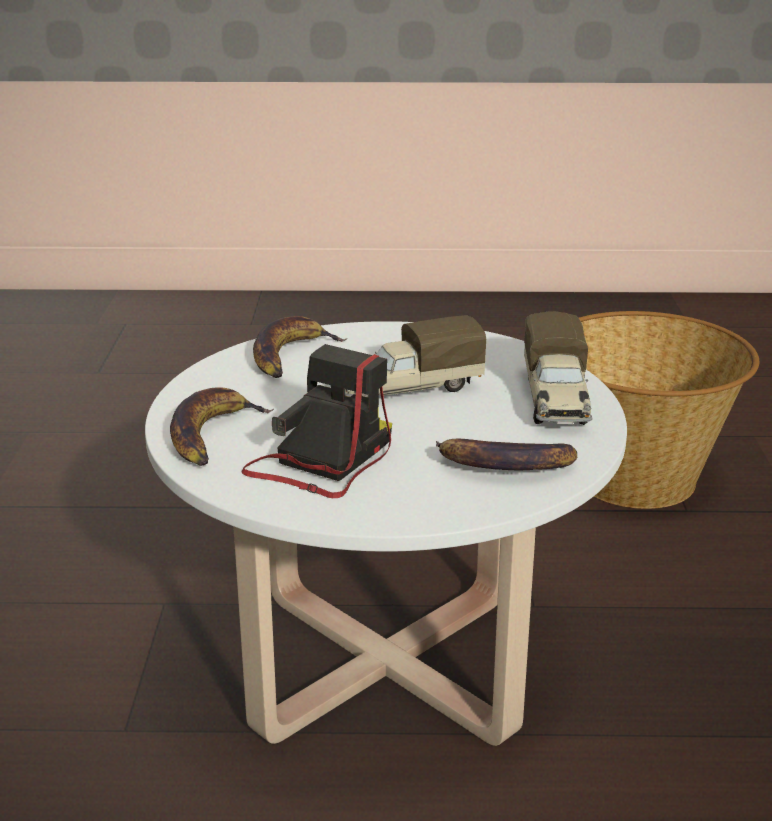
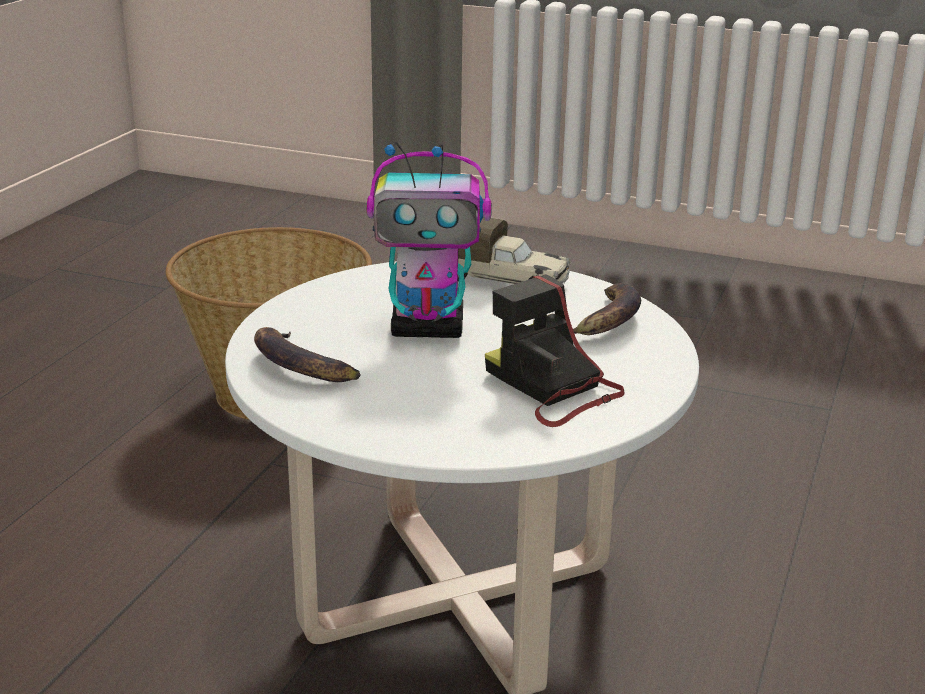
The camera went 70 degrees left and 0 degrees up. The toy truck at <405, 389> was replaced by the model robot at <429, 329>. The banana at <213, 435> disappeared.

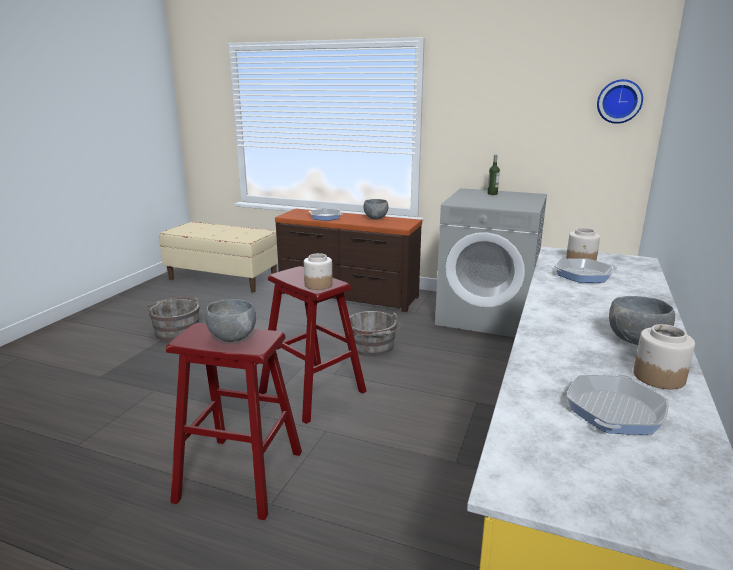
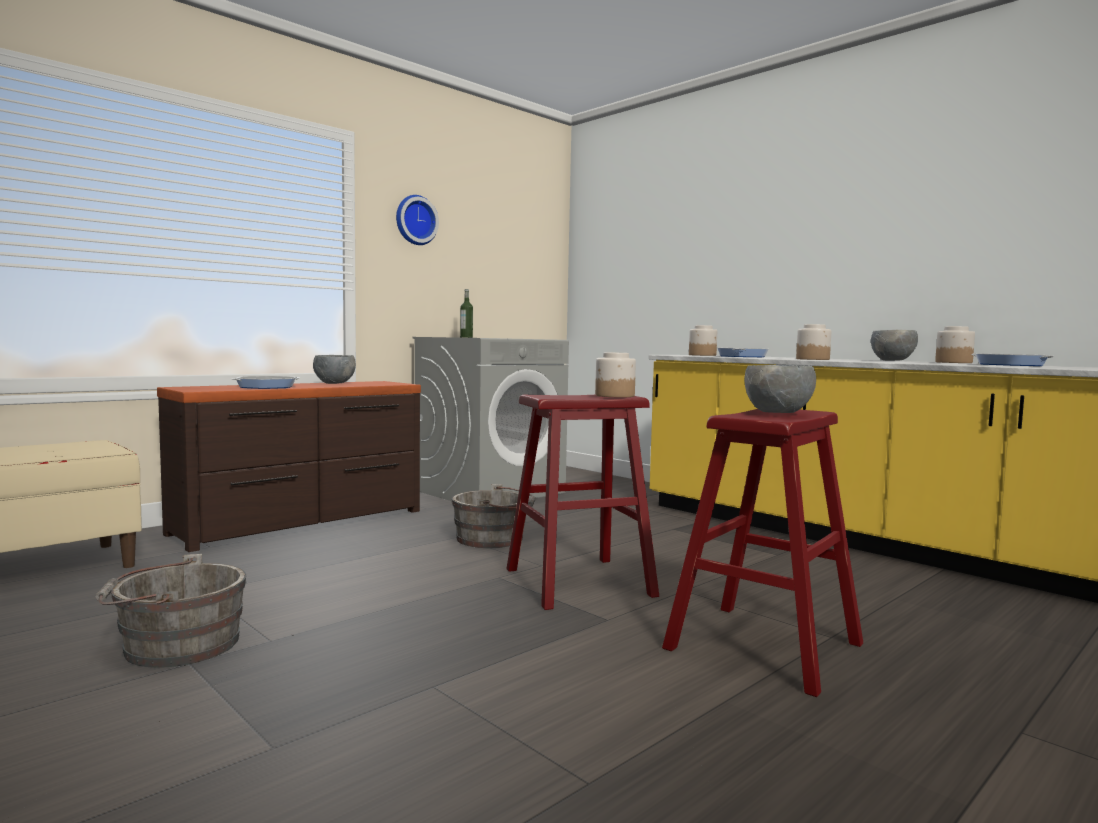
The camera went 65 degrees left and 15 degrees down. The clock on the wall moved from <619, 101> to <415, 220>. The storage jar at <812, 359> appeared.

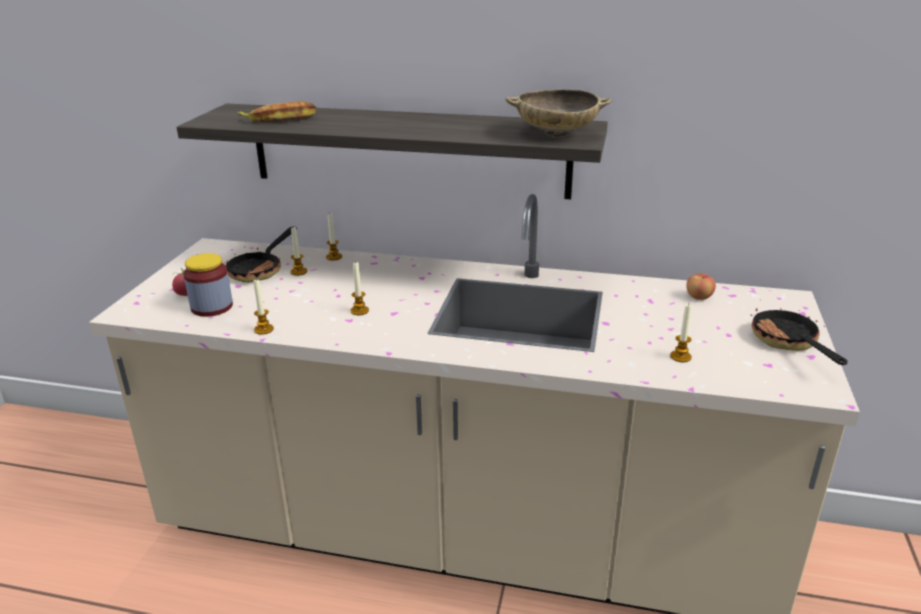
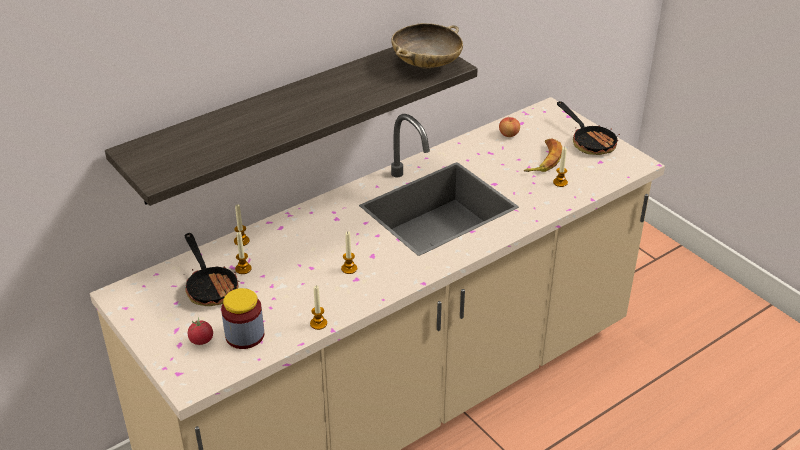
The camera went 50 degrees left and 10 degrees up. The banana moved from <280, 119> to <543, 160>. The pan at <788, 343> turned 150 degrees counterclockwise.

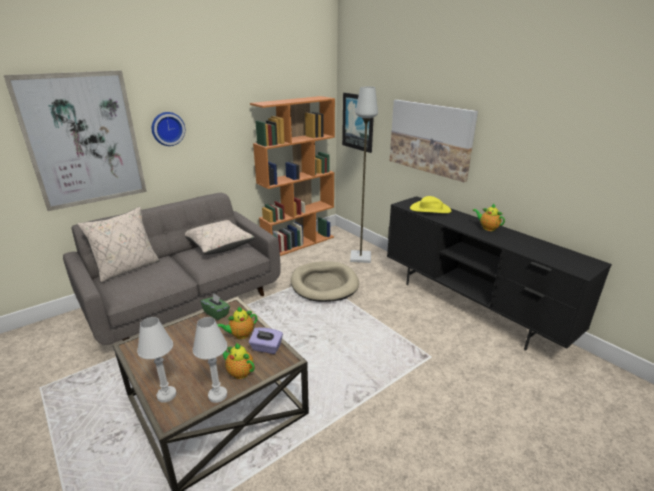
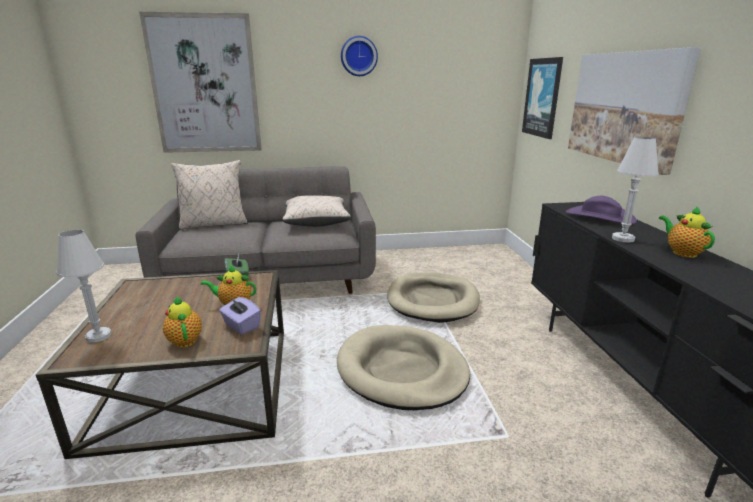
The camera went 30 degrees right and 5 degrees down. The grey standard lamp at <360, 257> disappeared. The orangey shelving unit at <298, 243> disappeared. The clock on the wall moved from <167, 128> to <358, 56>. The yellow-coloured clothing hat at <430, 209> became the purple clothing hat at <599, 217>. The white table lamp moved from <217, 395> to <623, 238>. The beige dog cushion at <401, 371> appeared.

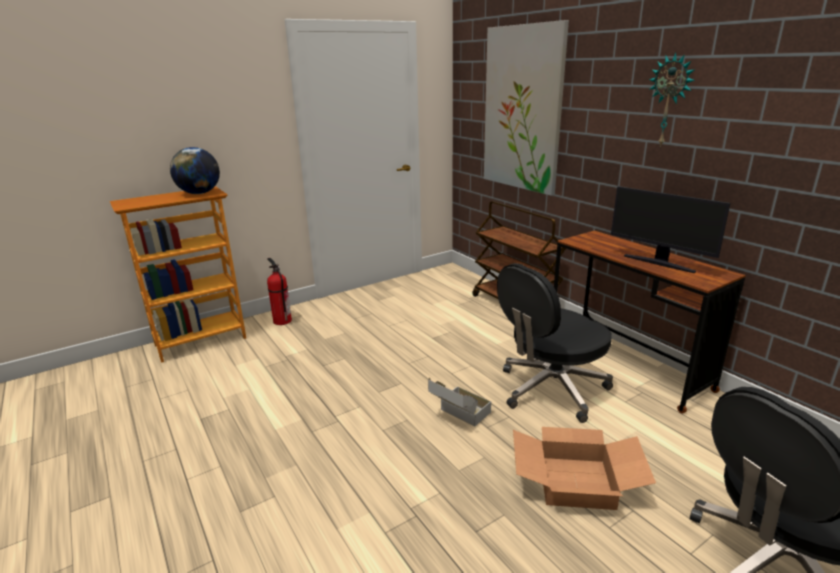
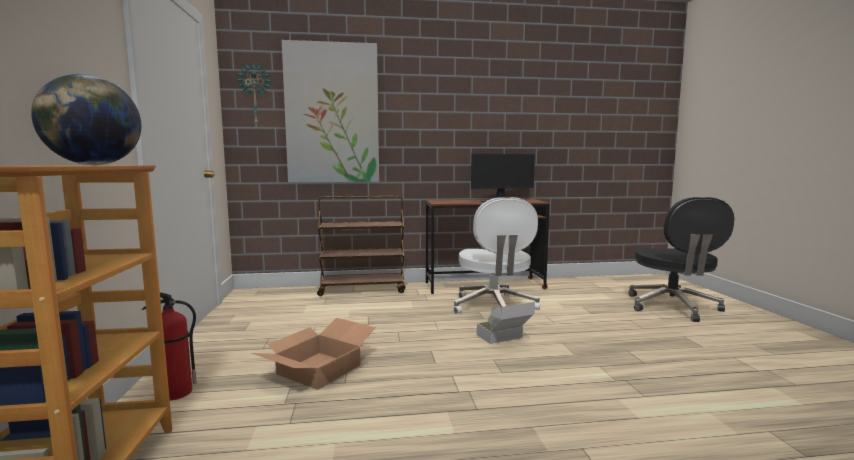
The camera went 65 degrees left and 15 degrees down. The clock on the wall moved from <670, 100> to <255, 95>. The blackish computer chair at <551, 389> became the white computer chair at <494, 307>. The packing box moved from <576, 481> to <319, 369>.

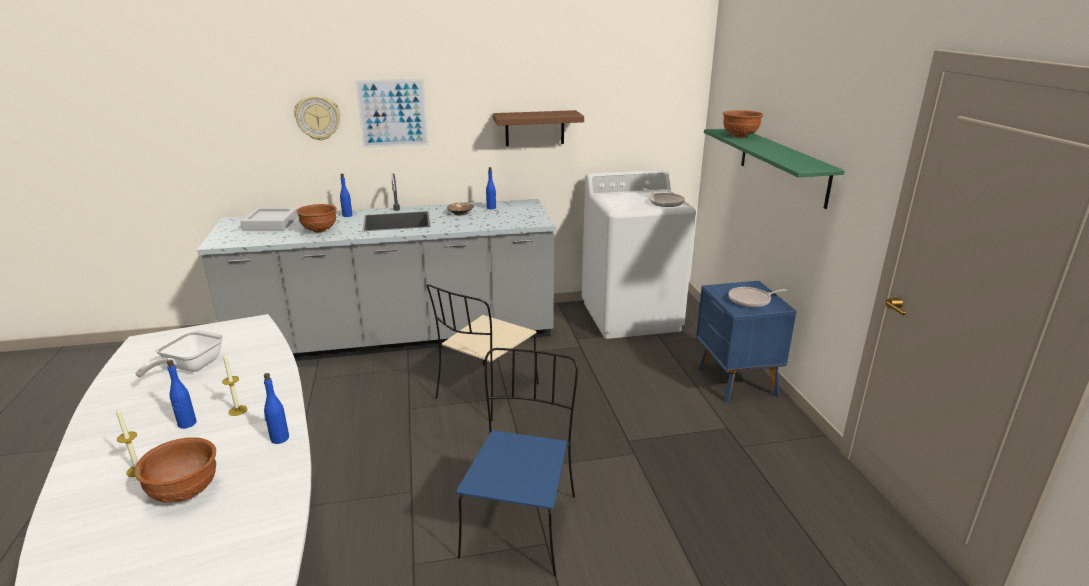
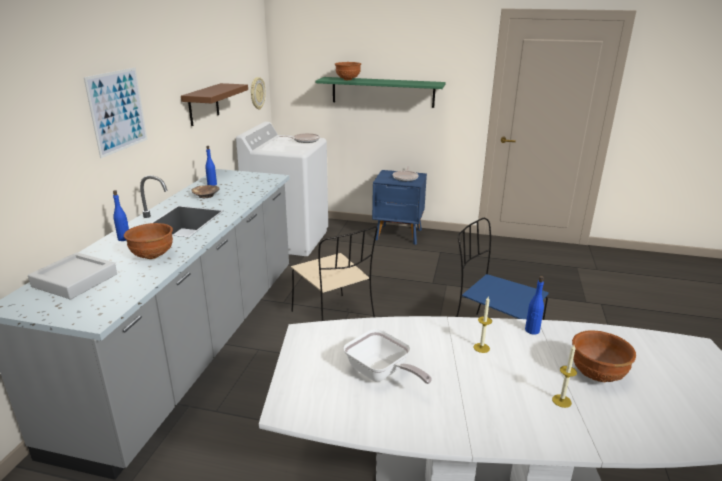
The camera went 65 degrees left and 0 degrees up. The clock on the wall moved from <318, 117> to <257, 93>. The blue beverage bottle at <187, 424> disappeared.

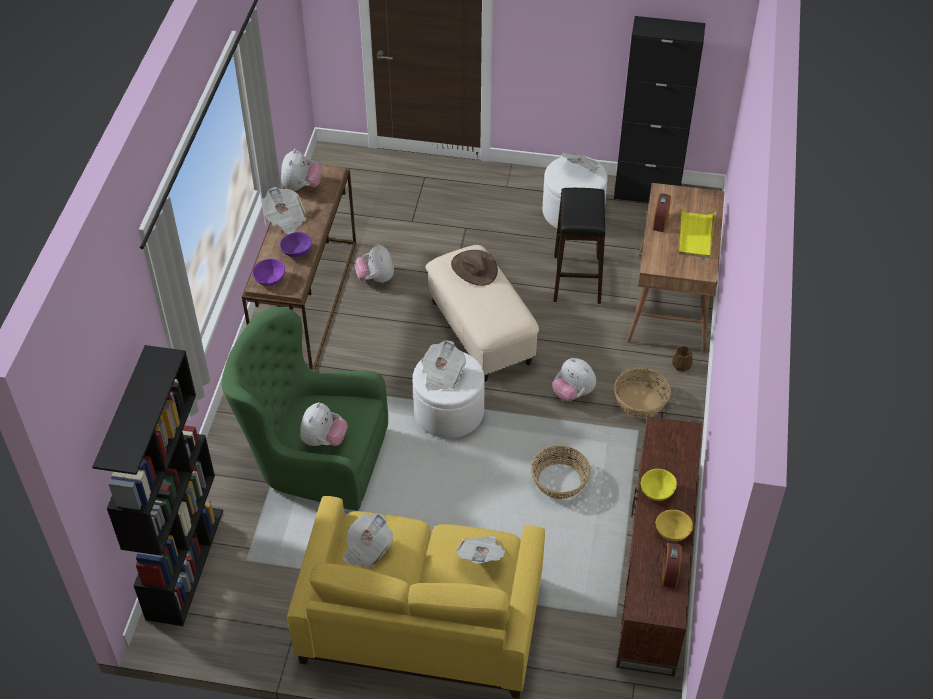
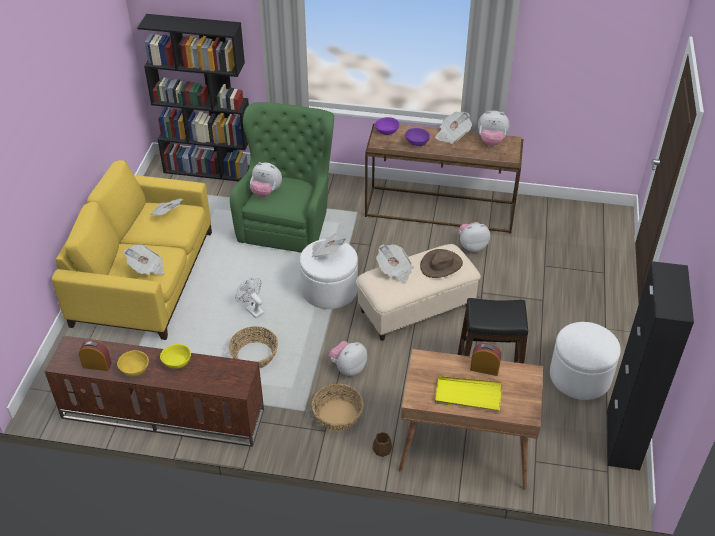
The camera went 90 degrees right and 5 degrees down. The printed paper moved from <581, 169> to <394, 270>. The white cooling fan at <252, 309> appeared.

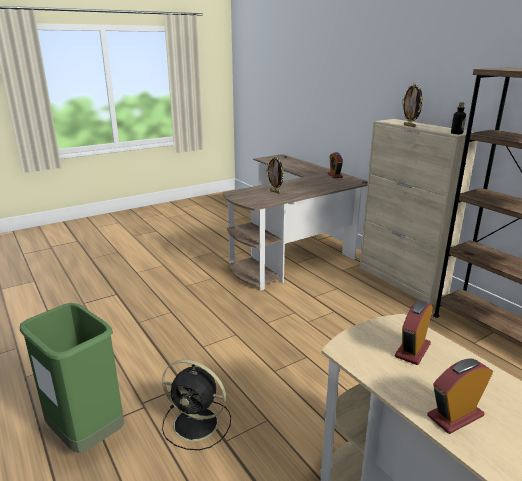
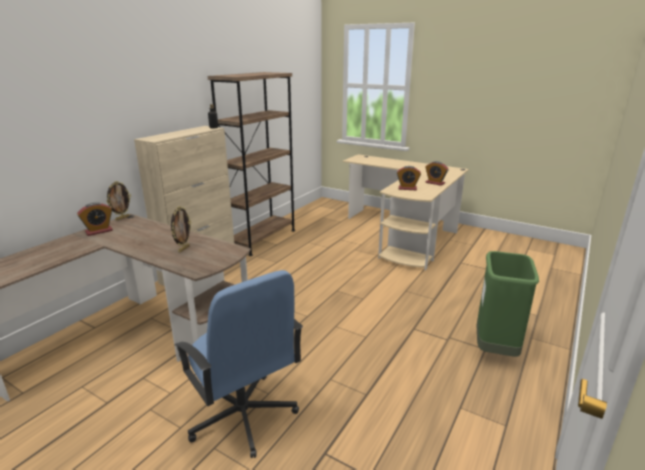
The camera went 115 degrees left and 0 degrees up. The picture frame moved from <409, 126> to <122, 218>. The blackish cooling fan at <198, 424> disappeared. The blue computer chair at <243, 415> appeared.

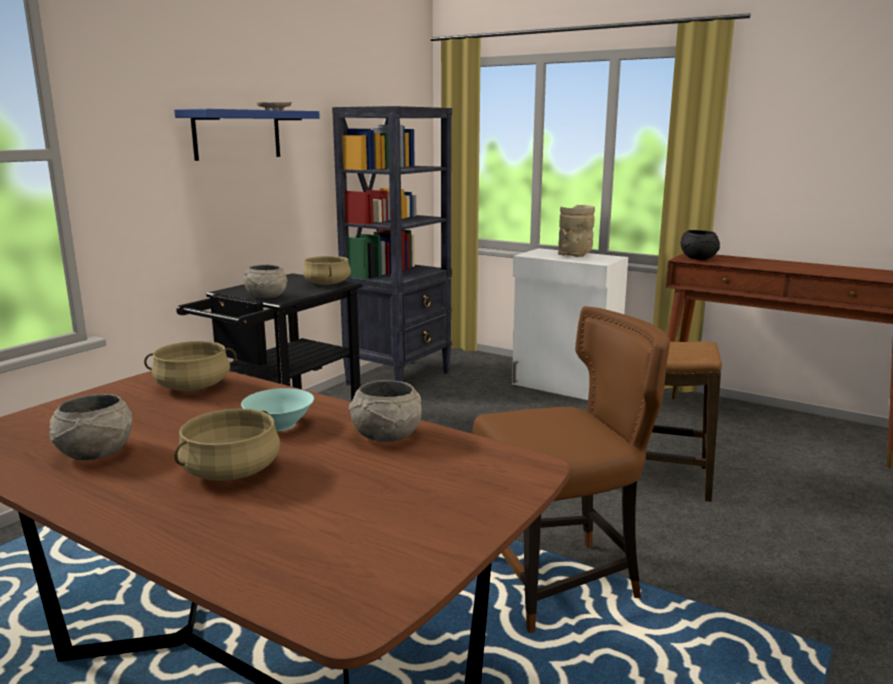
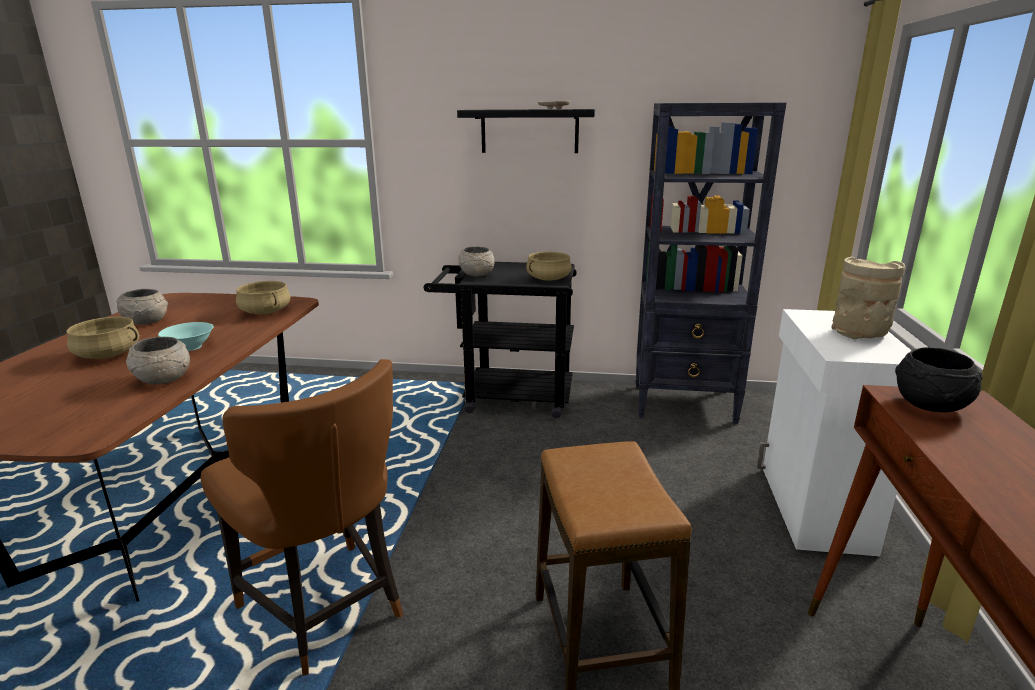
The camera went 65 degrees right and 5 degrees up. The blue bracket shelf at <237, 134> became the blackish bracket shelf at <529, 131>.

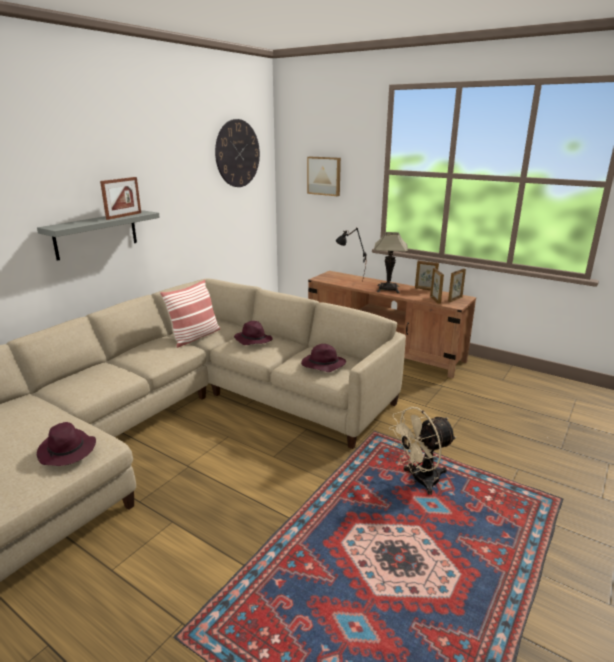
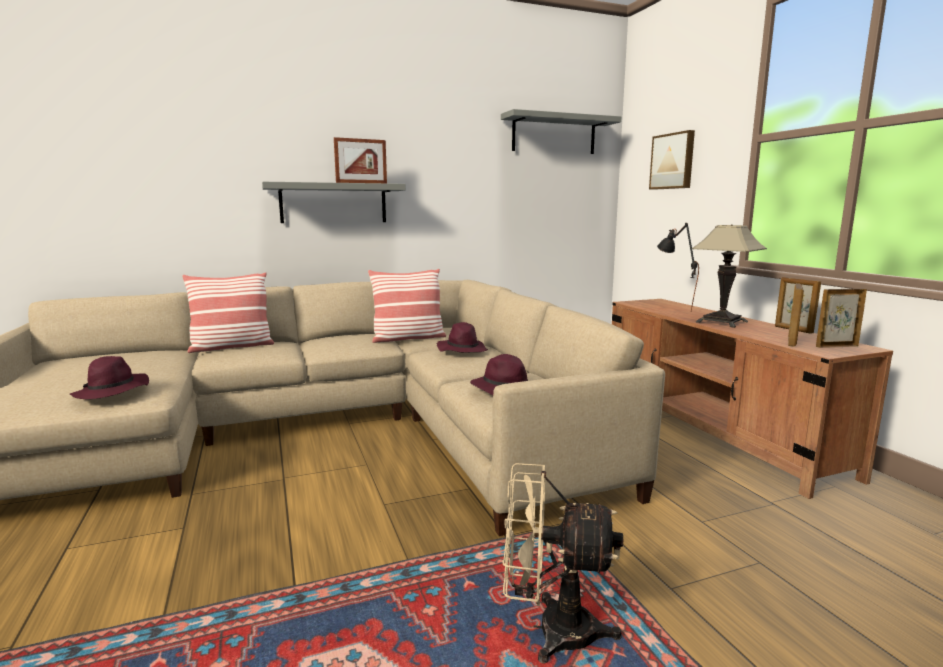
The camera went 35 degrees right and 10 degrees down. The clock on the wall at <237, 153> was replaced by the grey bracket shelf at <554, 135>. The cushion at <231, 347> appeared.

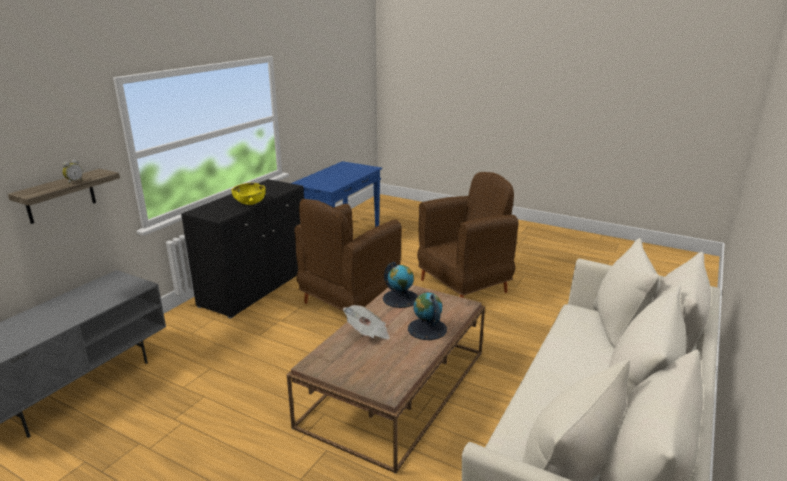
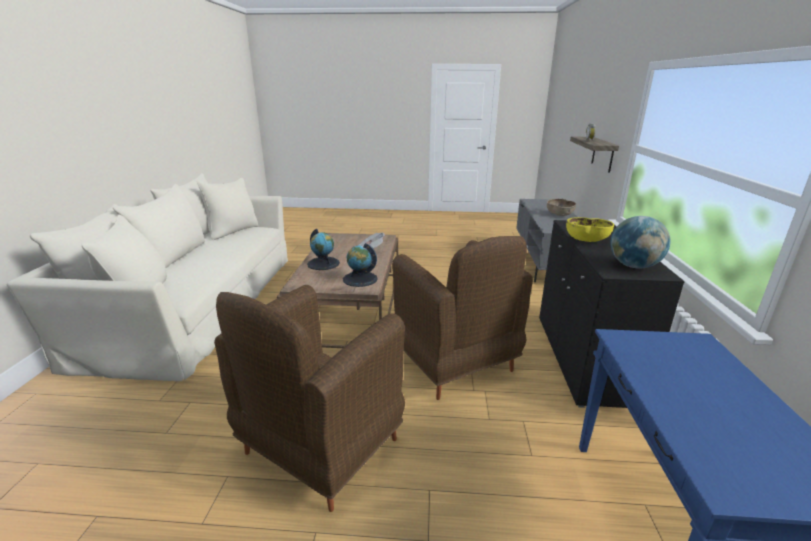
The camera went 155 degrees right and 0 degrees up. The brownish lounge chair at <349, 304> turned 135 degrees clockwise. The brownish bowl at <560, 214> appeared. The desk globe at <633, 266> appeared.

